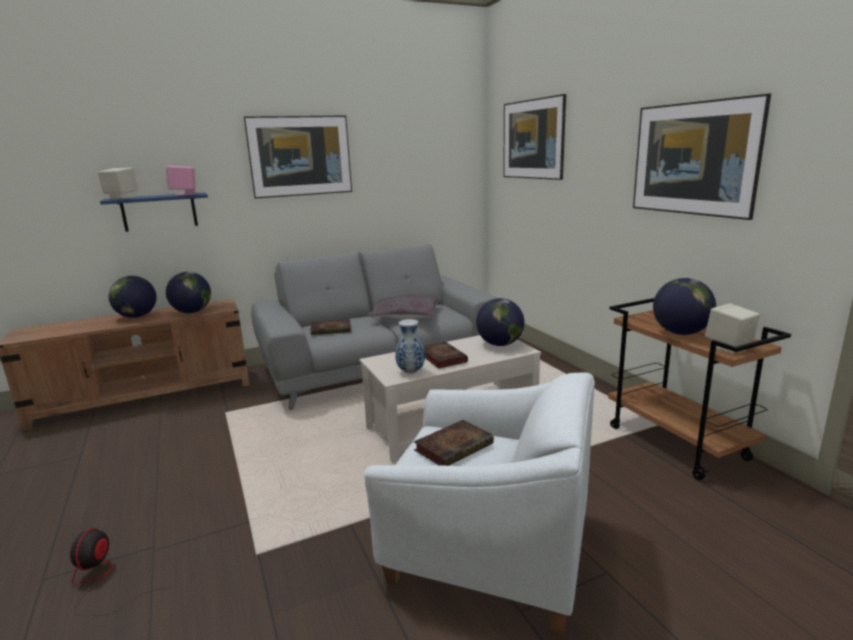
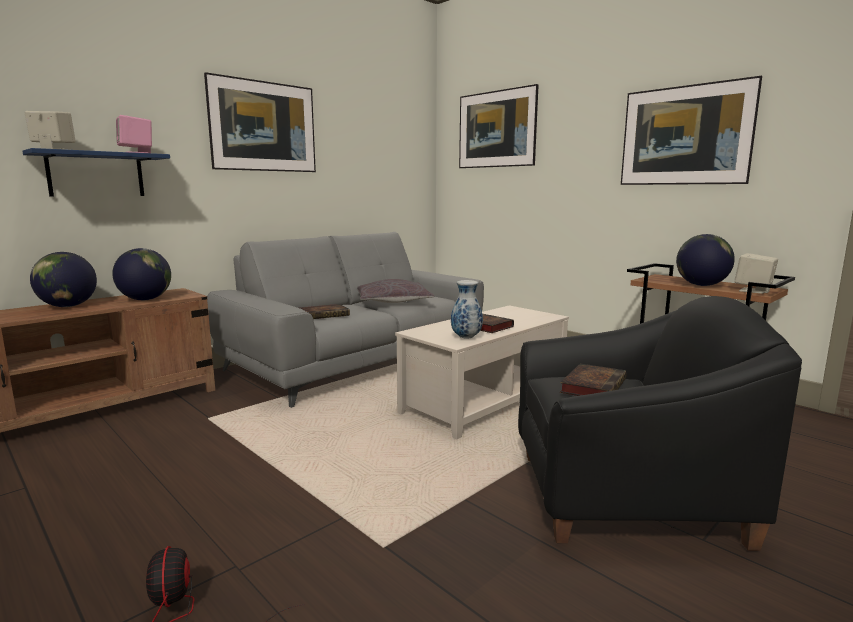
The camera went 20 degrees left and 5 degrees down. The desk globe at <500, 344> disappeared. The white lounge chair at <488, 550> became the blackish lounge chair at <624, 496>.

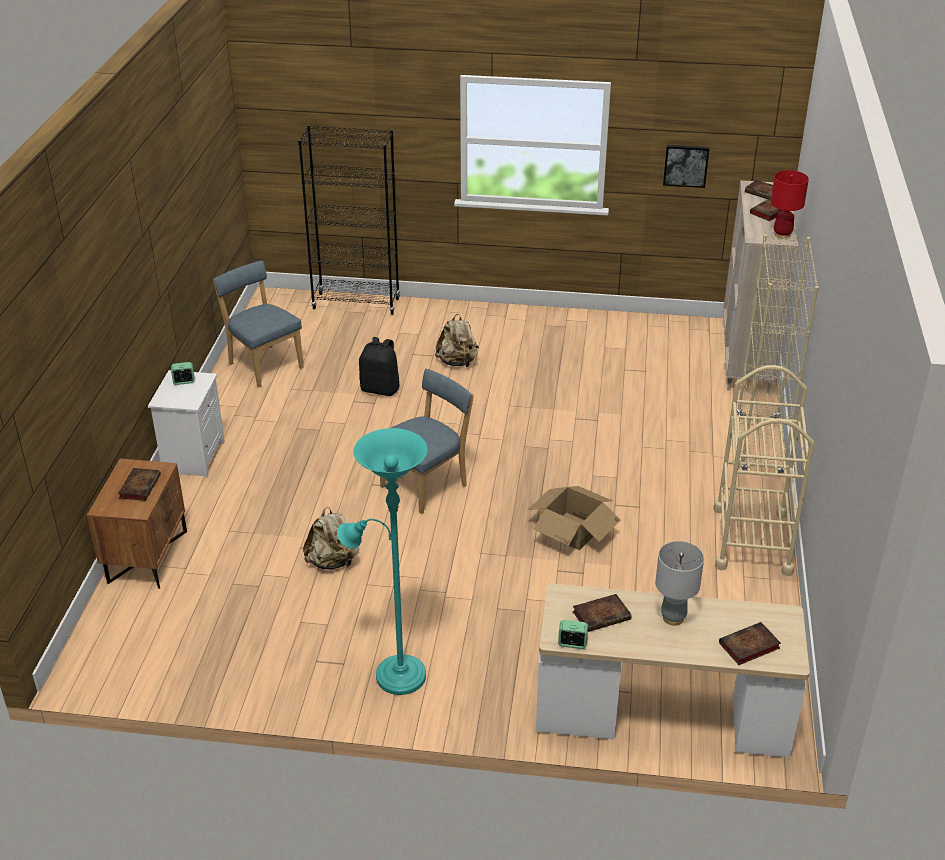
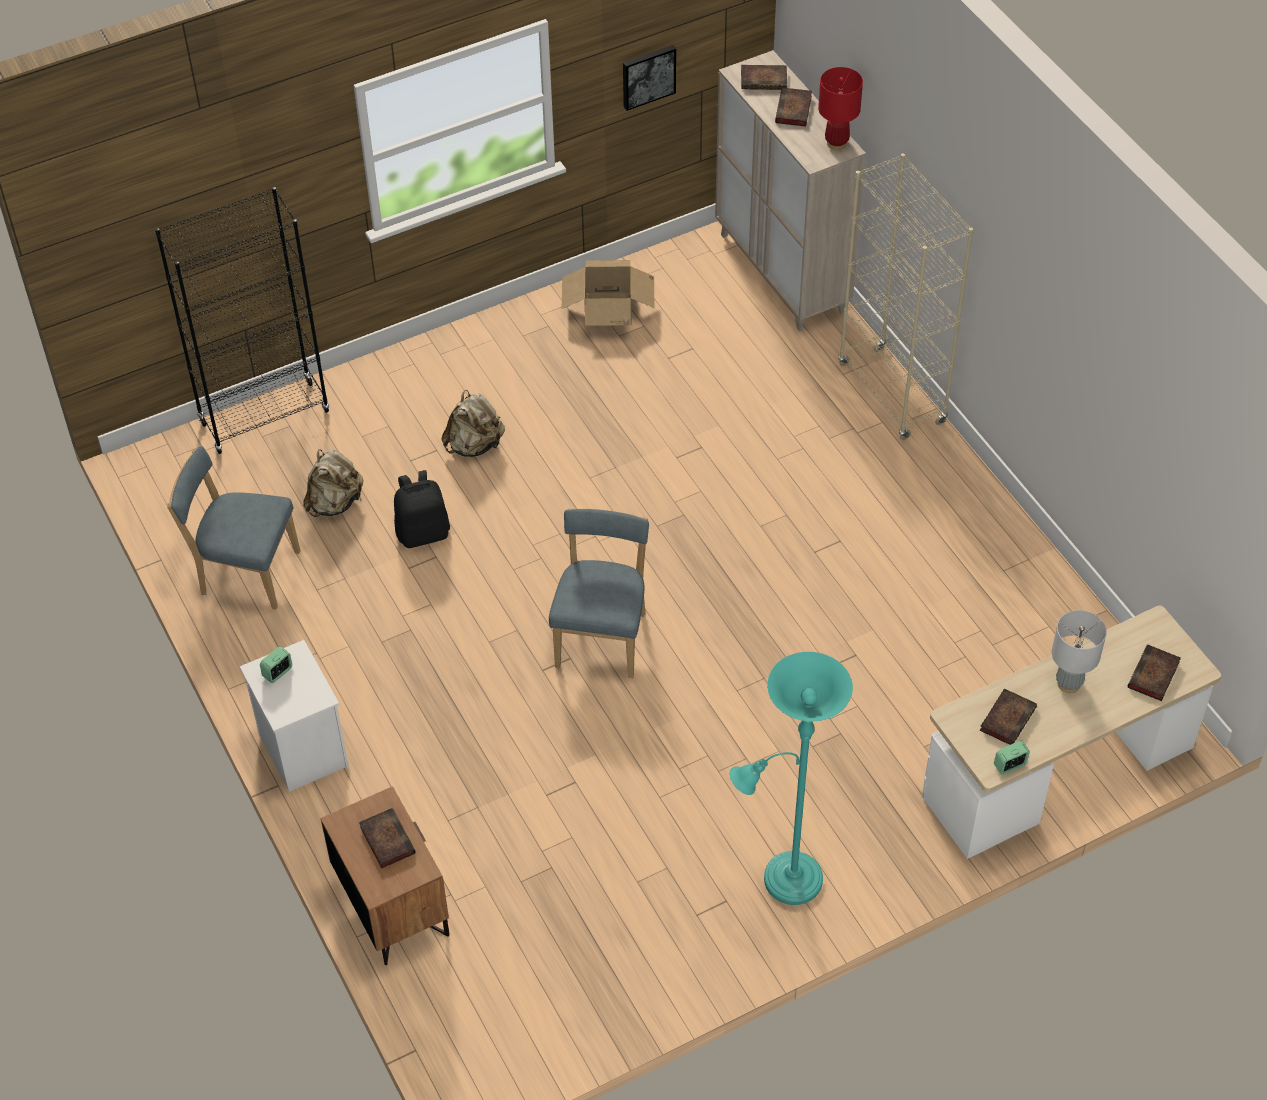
The camera went 35 degrees left and 15 degrees up. The beige wheeled cart at <752, 540> disappeared. The packing box moved from <573, 531> to <609, 309>. The beige rucksack moved from <333, 562> to <335, 503>.

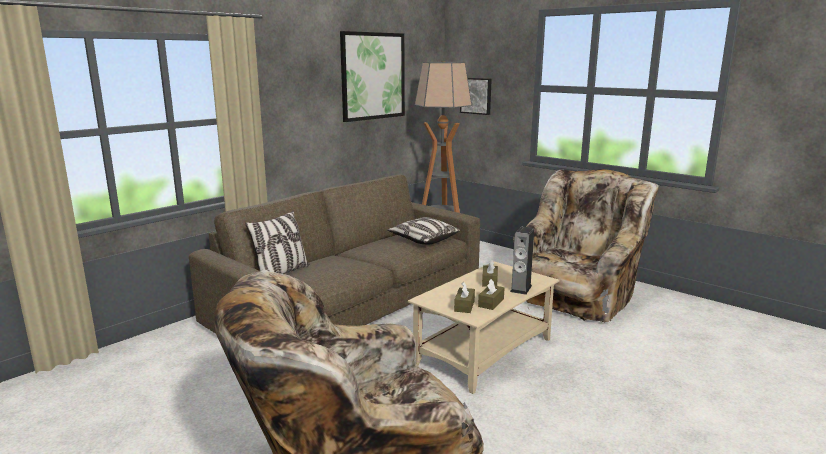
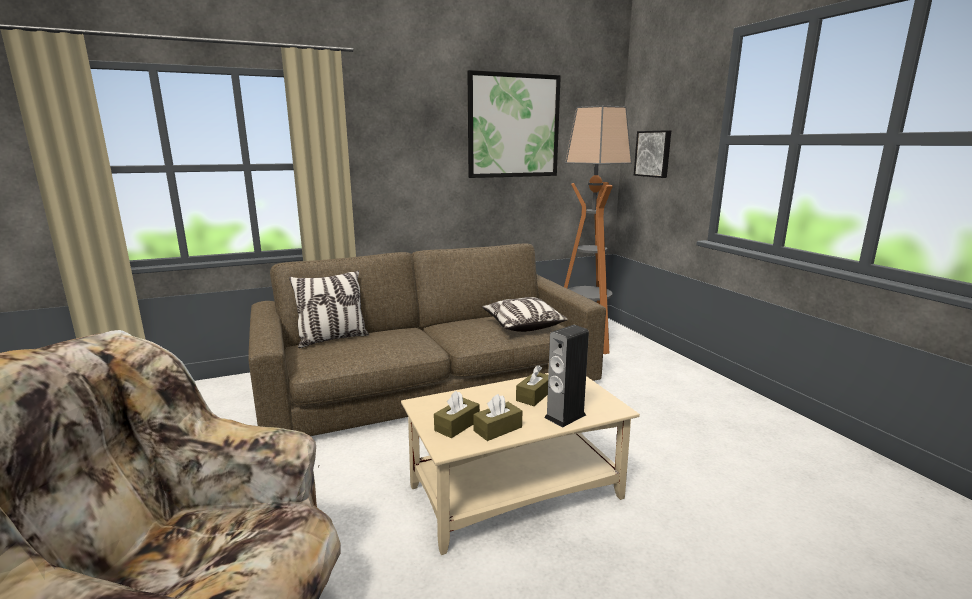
The camera went 25 degrees right and 0 degrees up. The beige lounge chair at <578, 297> disappeared.

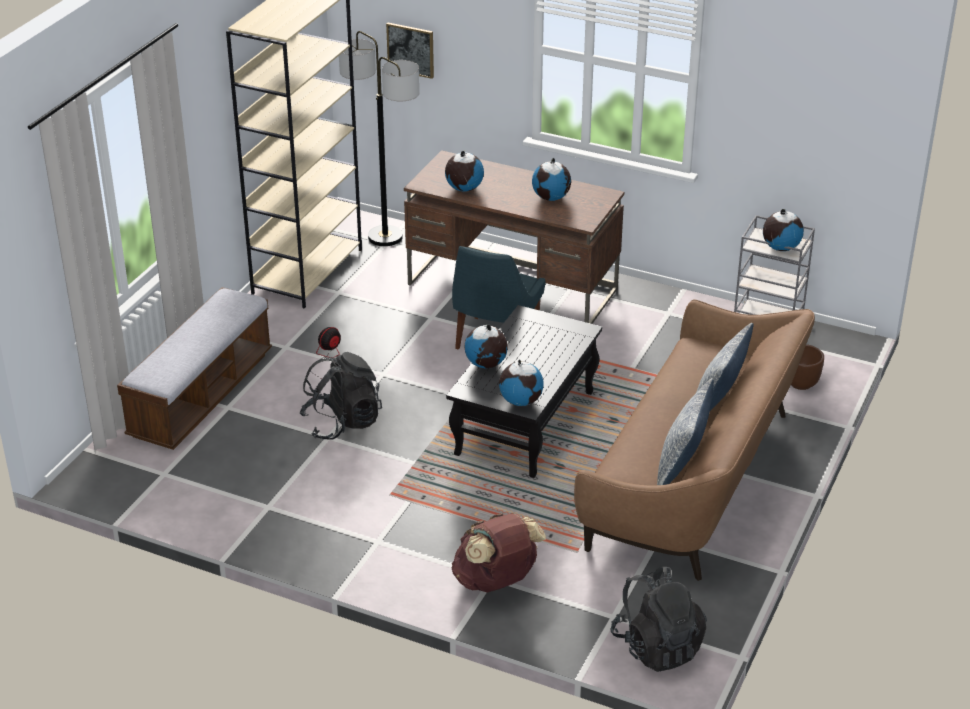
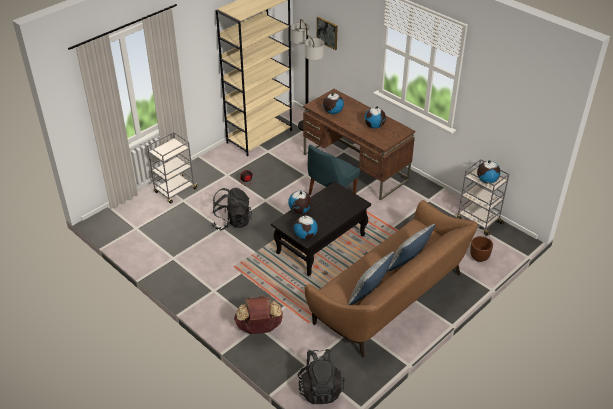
The camera went 20 degrees right and 5 degrees up. The indoor bench at <202, 395> was replaced by the grey wheeled cart at <175, 191>.

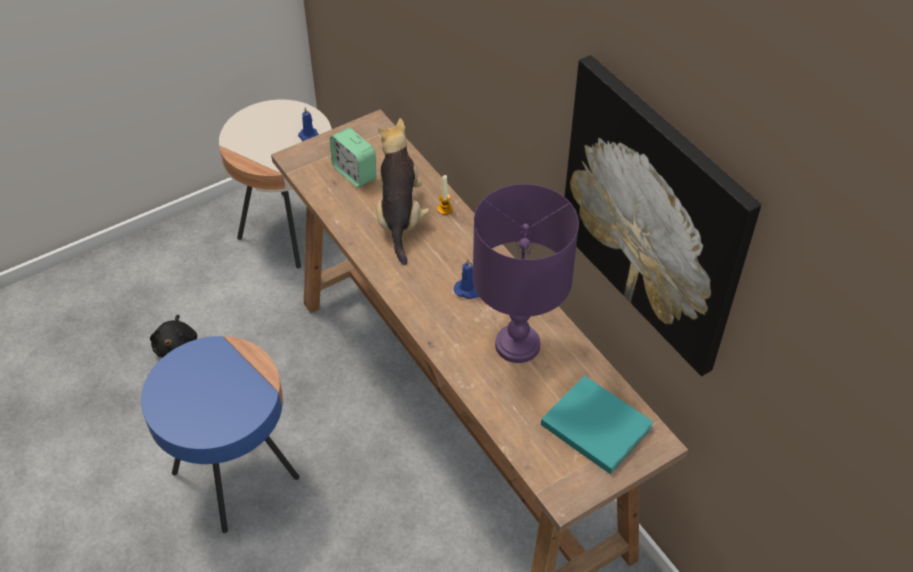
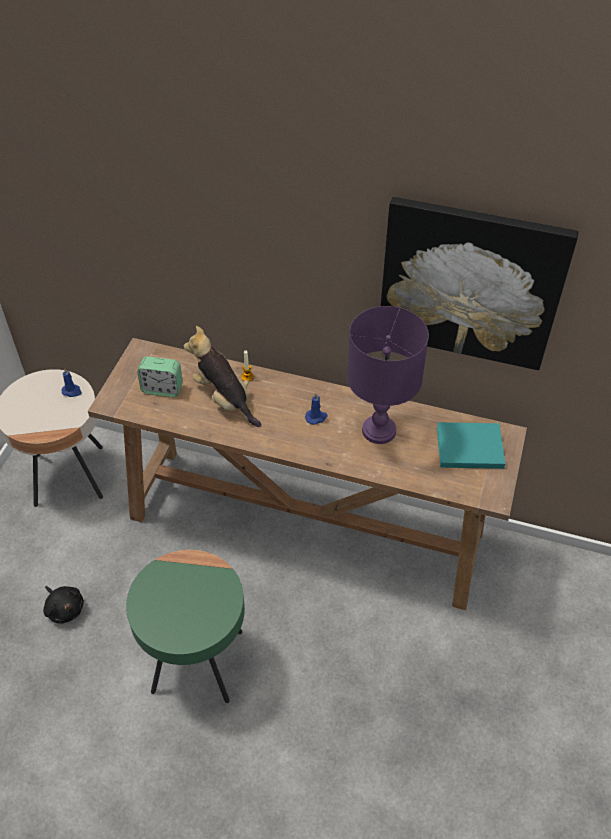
The camera went 40 degrees left and 0 degrees up. The blue side table at <236, 475> became the green side table at <198, 661>.

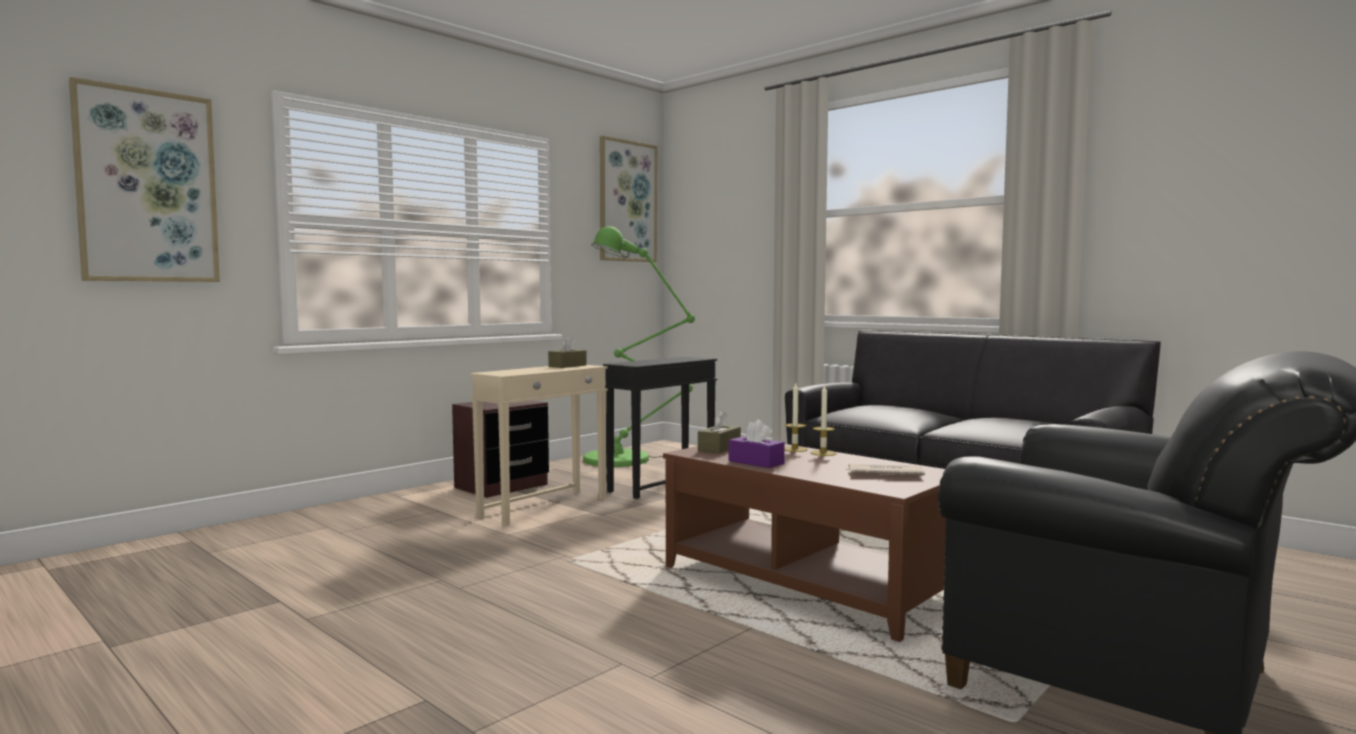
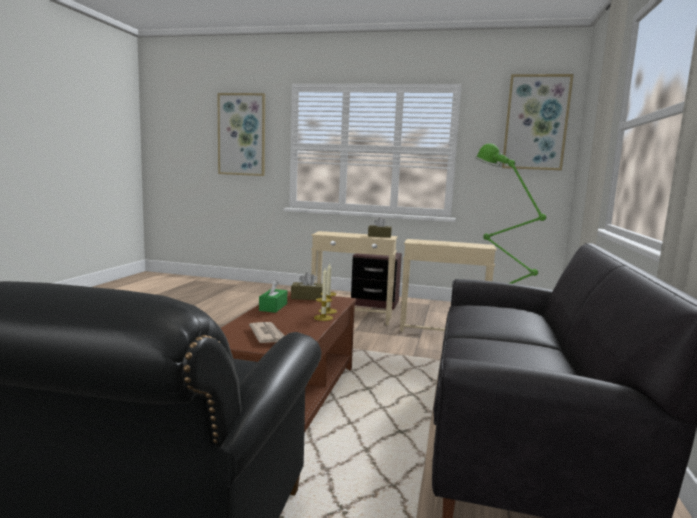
The camera went 60 degrees right and 5 degrees up. The blackish side table at <661, 484> became the beige side table at <442, 331>. The purple tissue holder at <756, 462> became the green tissue holder at <273, 307>.

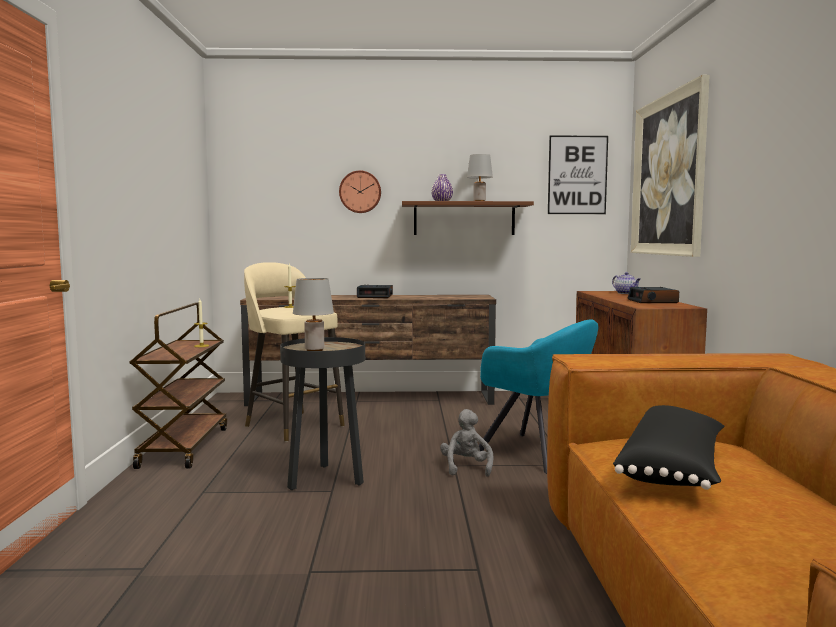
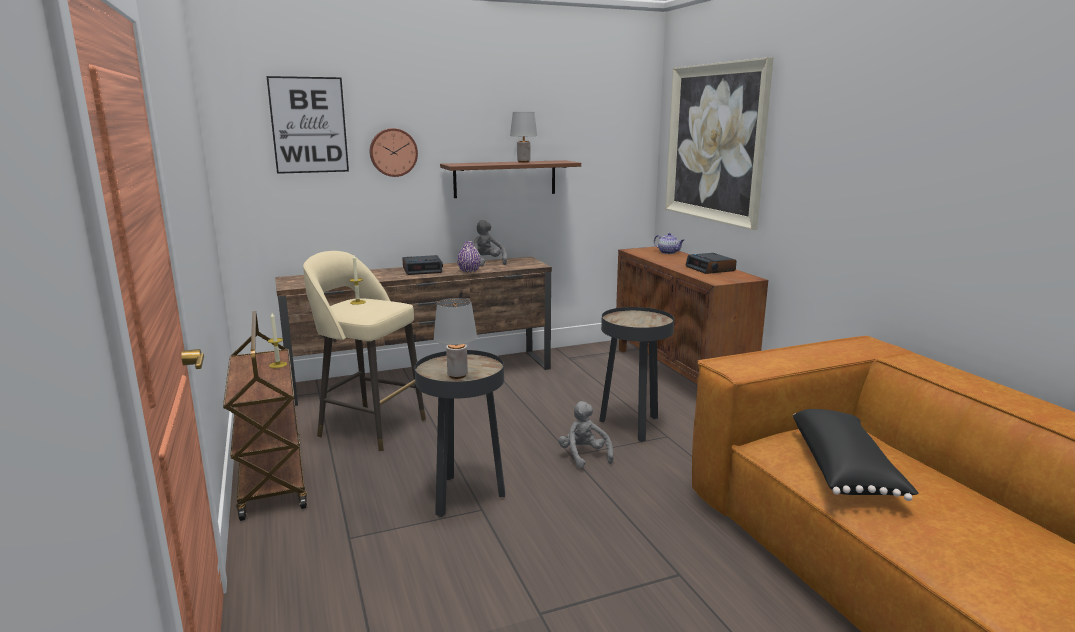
The camera went 20 degrees left and 10 degrees up. The picture moved from <577, 175> to <309, 125>. The purple flower vase moved from <442, 201> to <469, 271>. The blue-green lounge chair at <538, 453> was replaced by the blackish side table at <633, 427>. The grey cuddly toy at <485, 262> appeared.

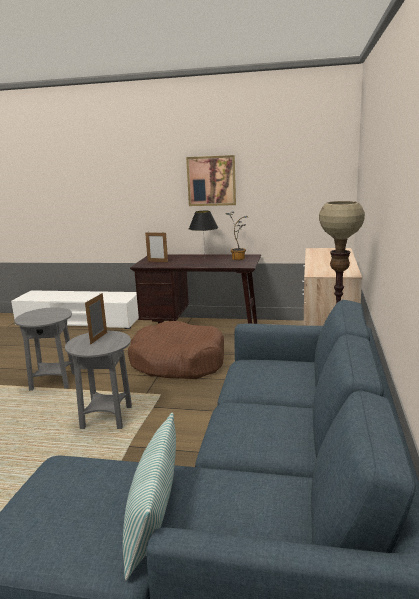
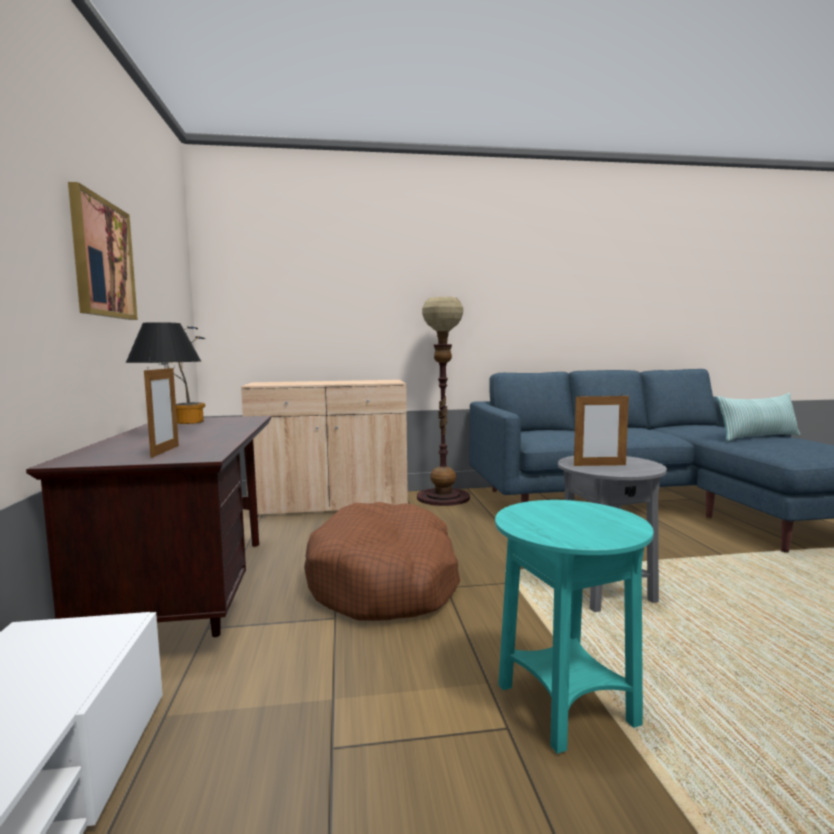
The camera went 110 degrees left and 10 degrees down. The grey side table at <53, 381> became the blue-green side table at <565, 705>.

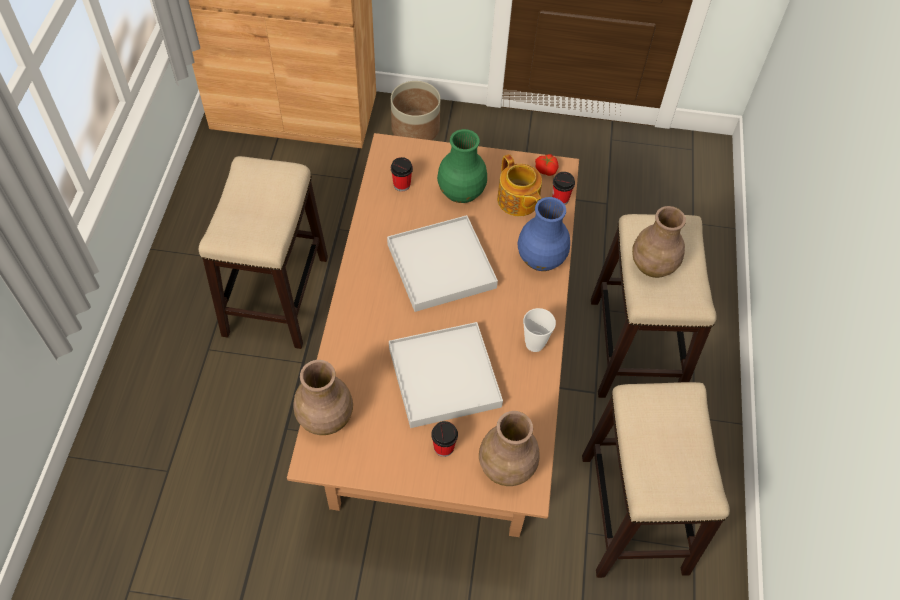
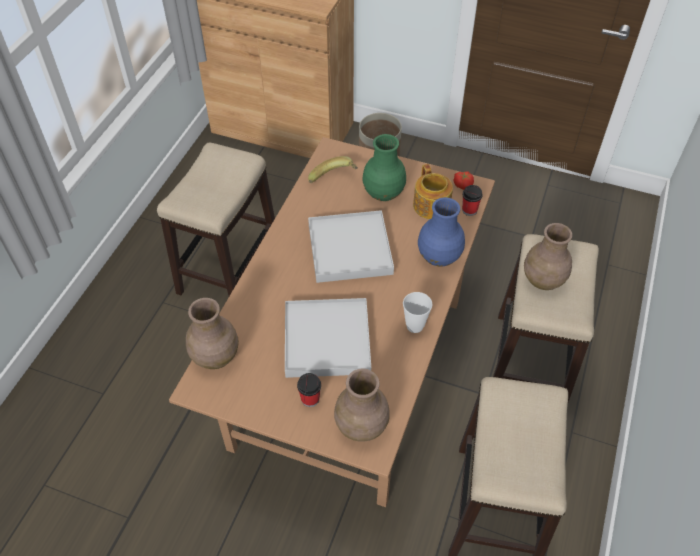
The camera went 15 degrees right and 5 degrees down. The small cup at <402, 185> was replaced by the banana at <334, 180>.

